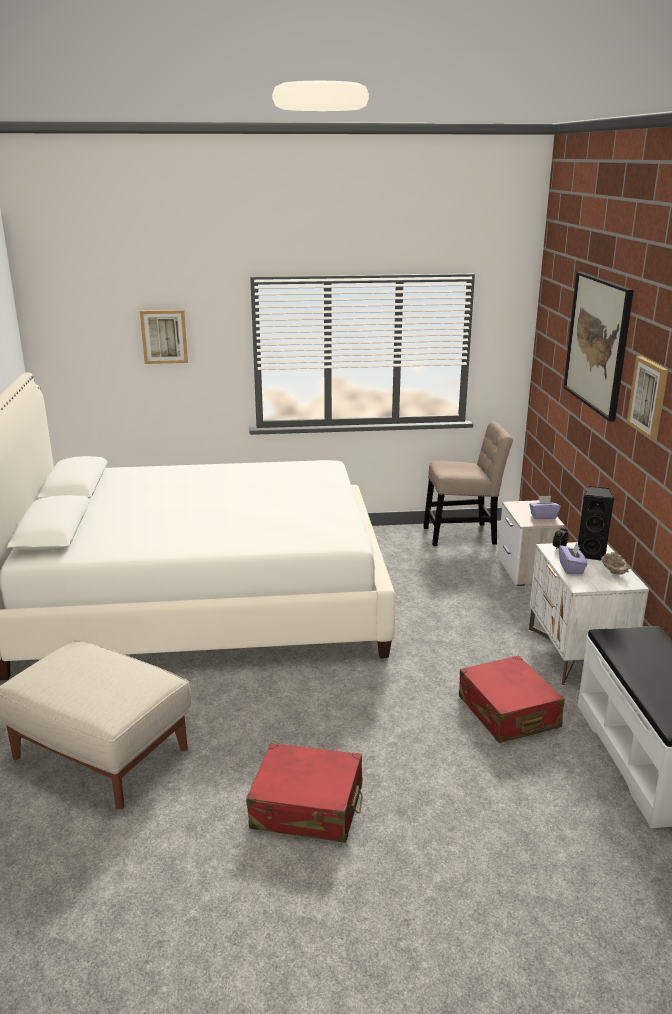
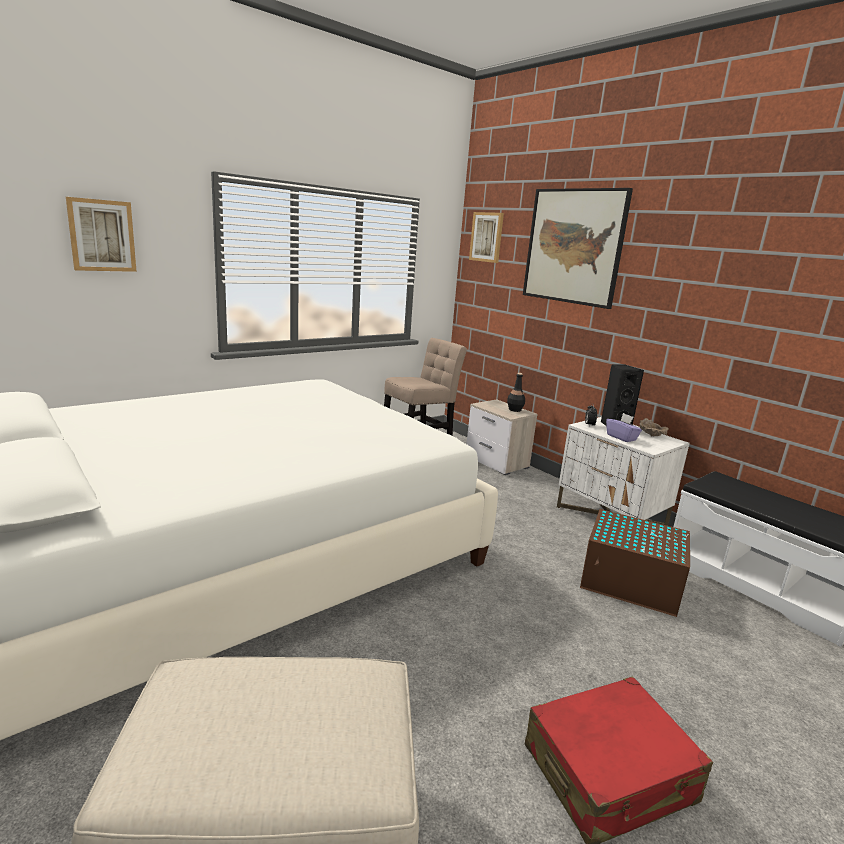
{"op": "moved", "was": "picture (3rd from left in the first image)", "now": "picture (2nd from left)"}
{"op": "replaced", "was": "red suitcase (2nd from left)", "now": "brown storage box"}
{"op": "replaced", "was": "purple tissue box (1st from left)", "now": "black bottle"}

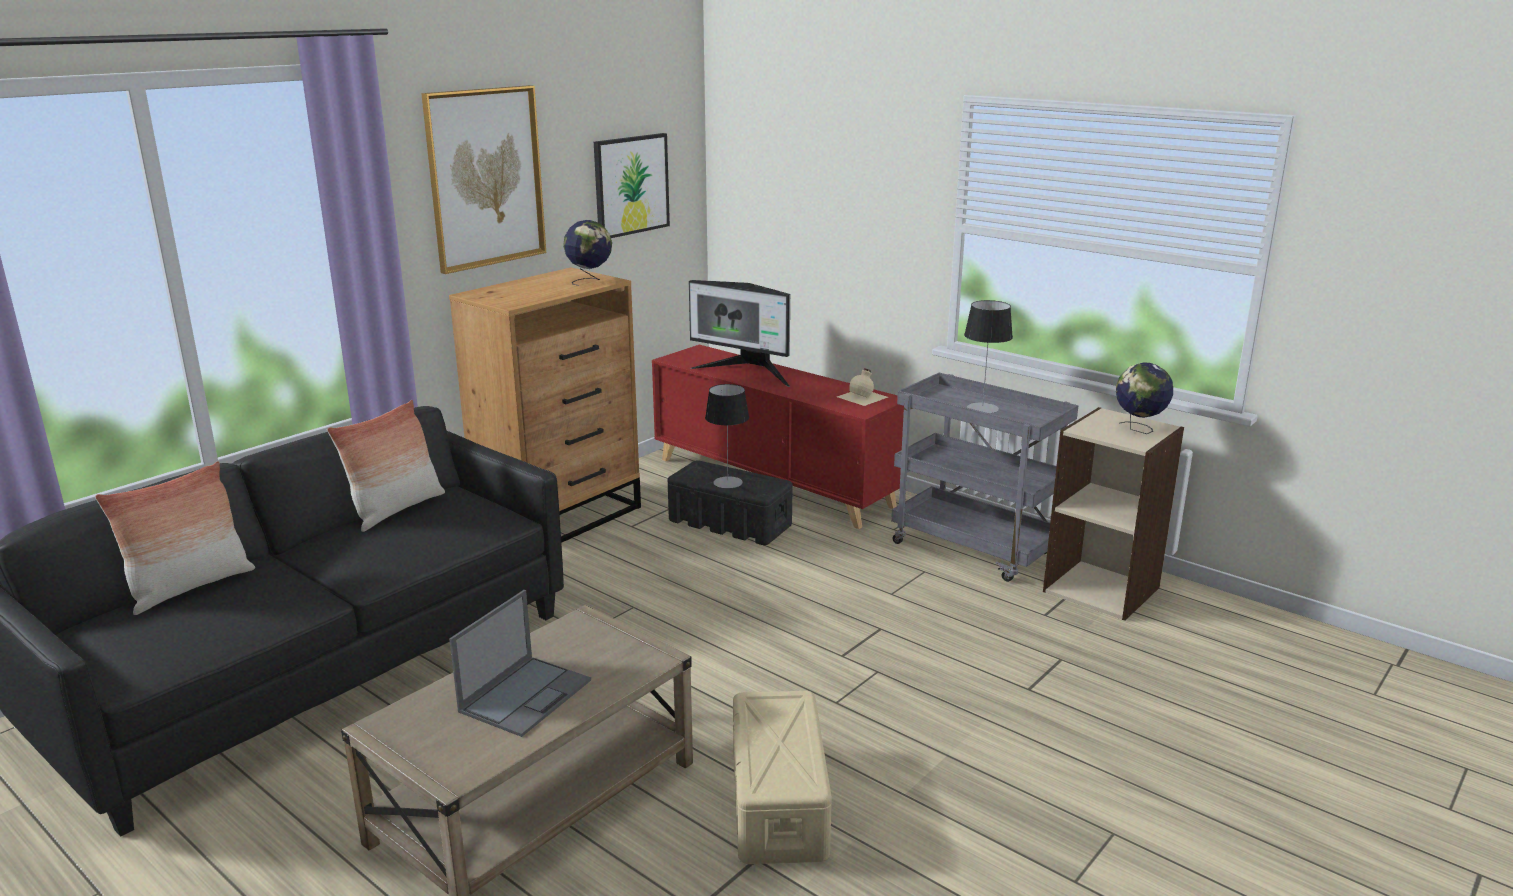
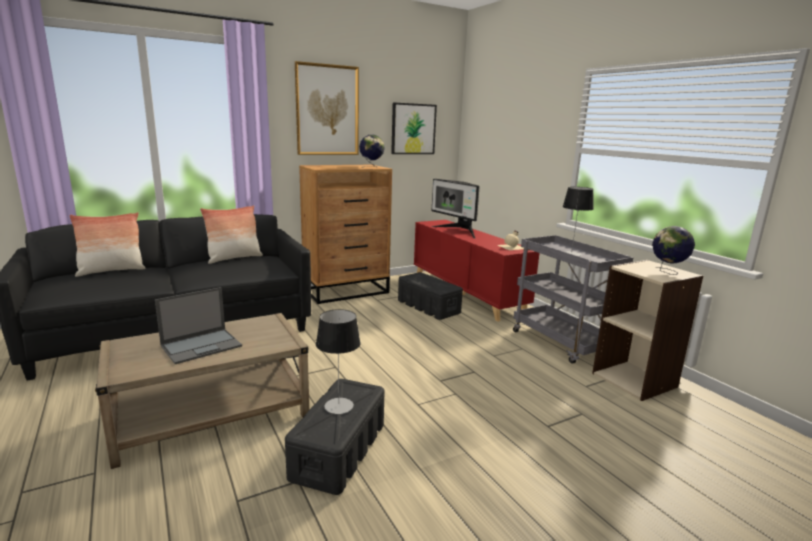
{"op": "moved", "was": "table lamp (1st from left)"}
{"op": "recoloured", "was": "beige storage box", "now": "black storage box (1st from left)"}

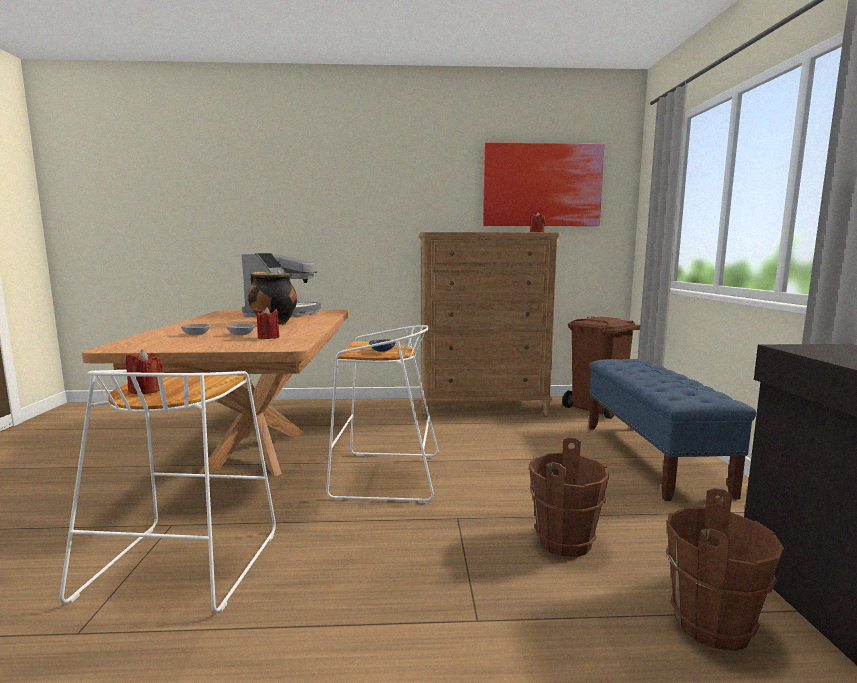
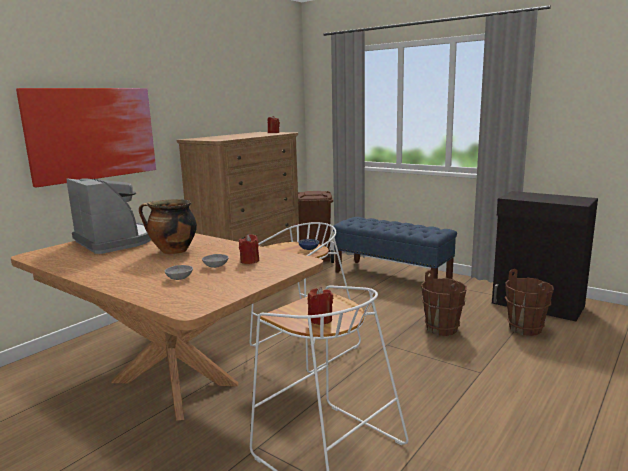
{"op": "moved", "was": "picture"}

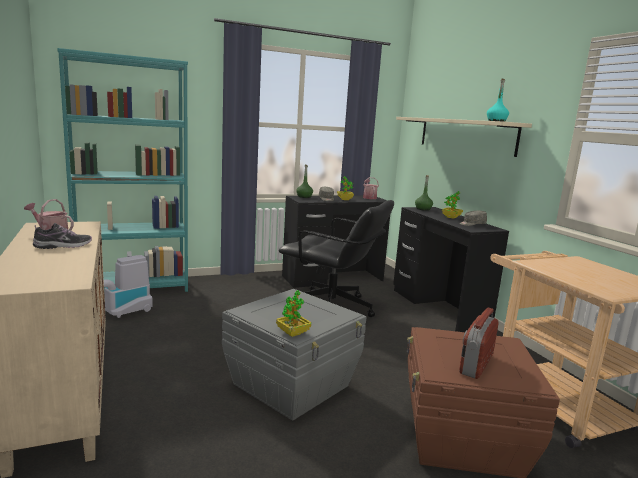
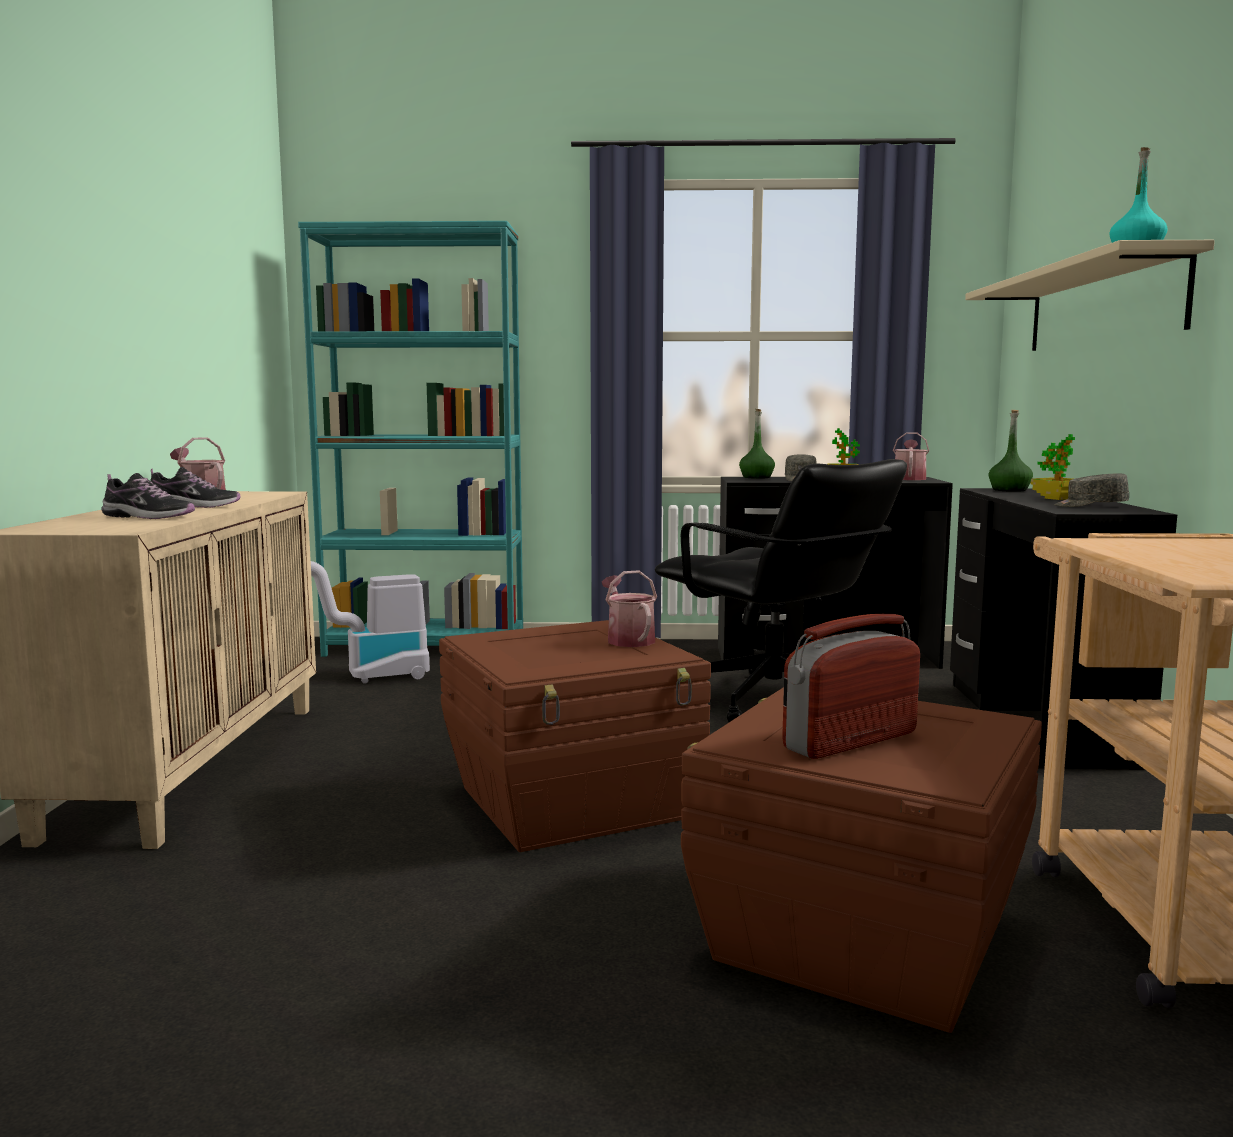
{"op": "removed", "was": "potted plant (1st from left)"}
{"op": "added", "now": "shoe (1st from left)"}
{"op": "added", "now": "watering can (2nd from left)"}
{"op": "recoloured", "was": "grey storage box", "now": "brown storage box (1st from left)"}

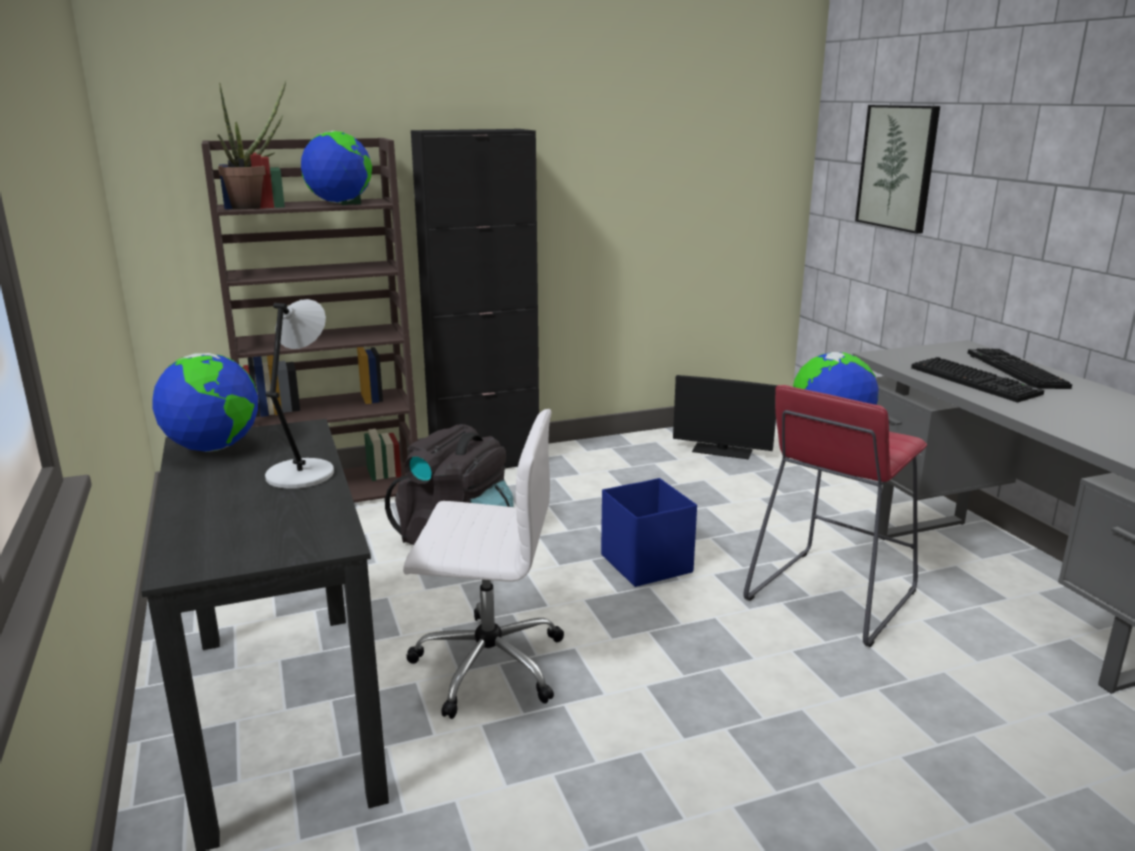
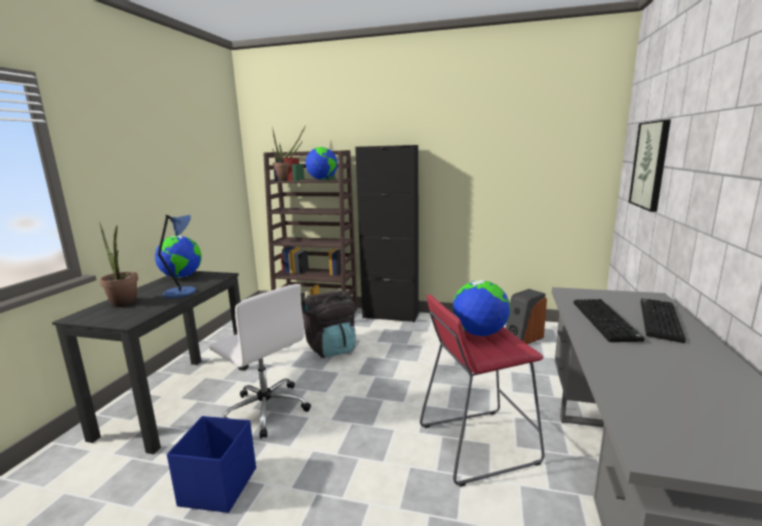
{"op": "added", "now": "potted plant (1st from left)"}
{"op": "moved", "was": "blue storage box"}
{"op": "replaced", "was": "monitor", "now": "speaker"}
{"op": "recoloured", "was": "grey table lamp", "now": "blue table lamp"}

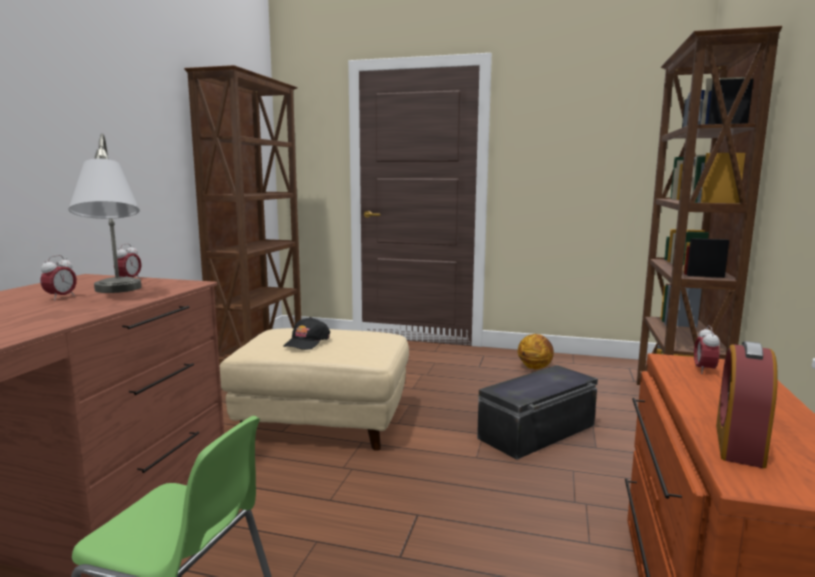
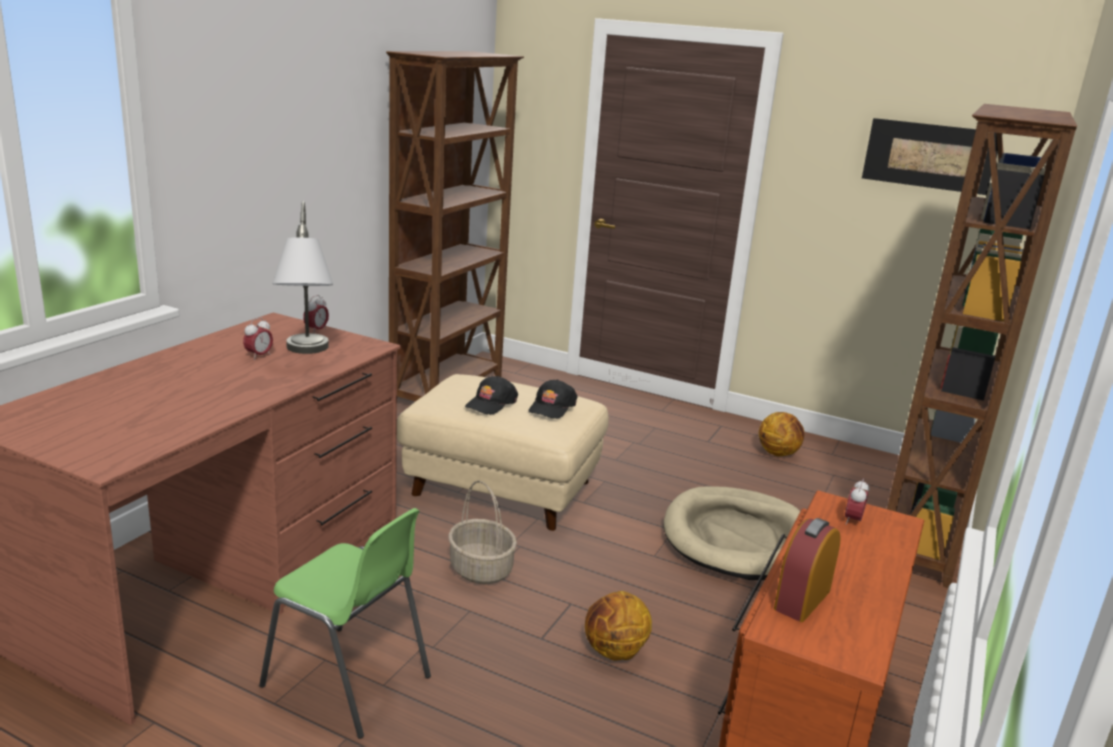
{"op": "added", "now": "basket"}
{"op": "added", "now": "black cap (2nd from left)"}
{"op": "added", "now": "basketball (1st from left)"}
{"op": "added", "now": "picture"}
{"op": "replaced", "was": "black storage box", "now": "beige dog bed"}

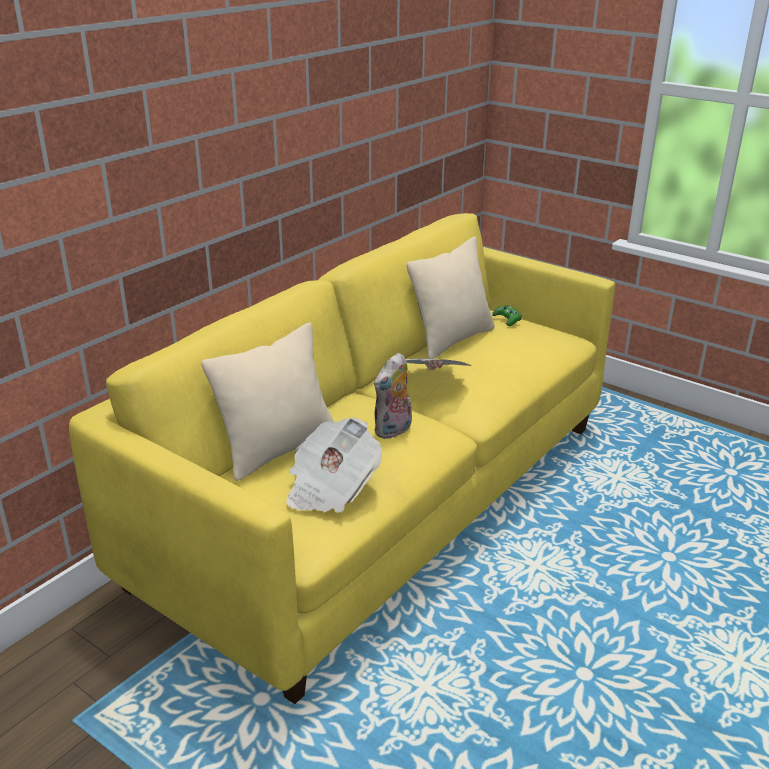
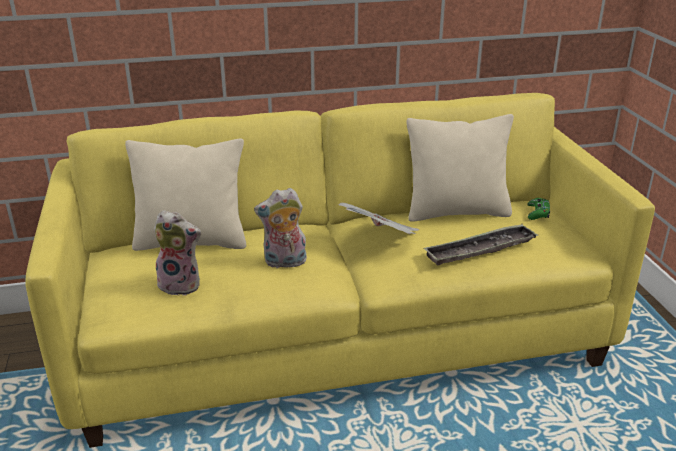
{"op": "added", "now": "tray"}
{"op": "replaced", "was": "newspaper (1st from left)", "now": "plush toy (1st from left)"}

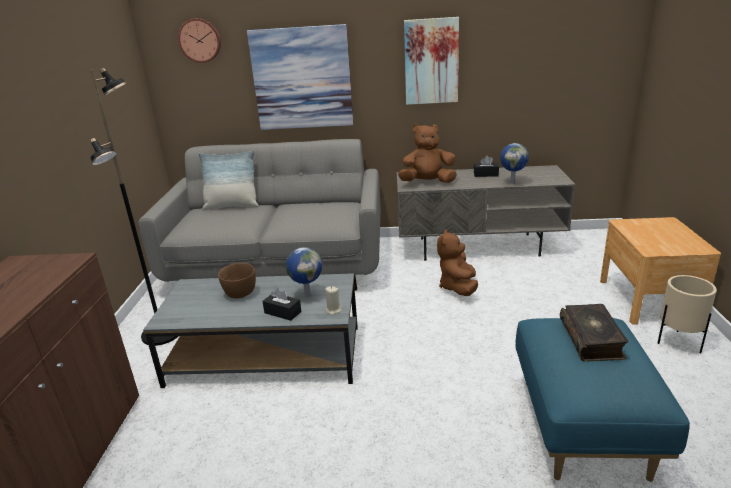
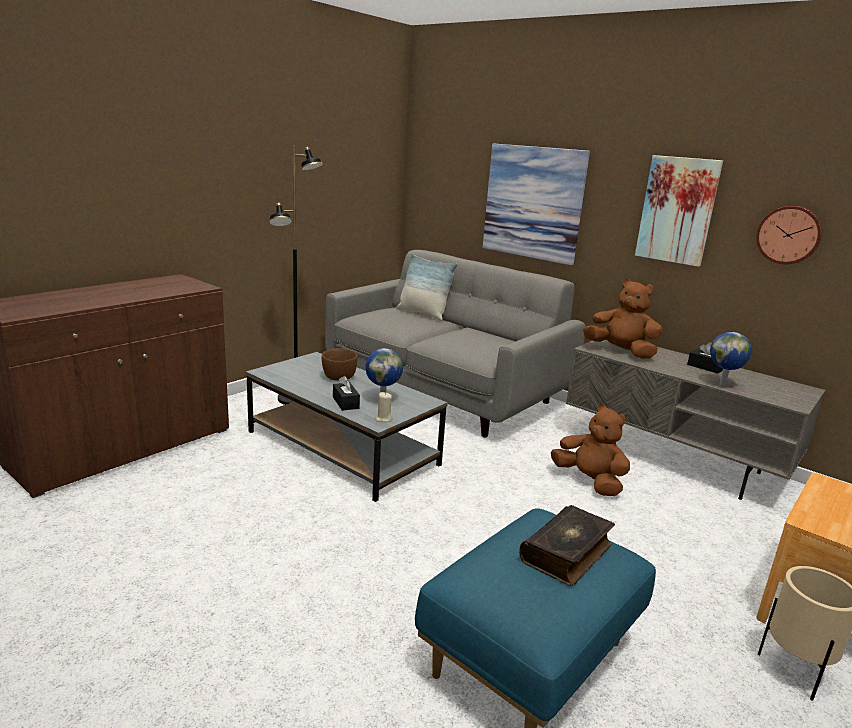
{"op": "moved", "was": "wall clock"}
{"op": "turned", "was": "brown plush toy (2nd from left in the first image)", "clockwise": 90}

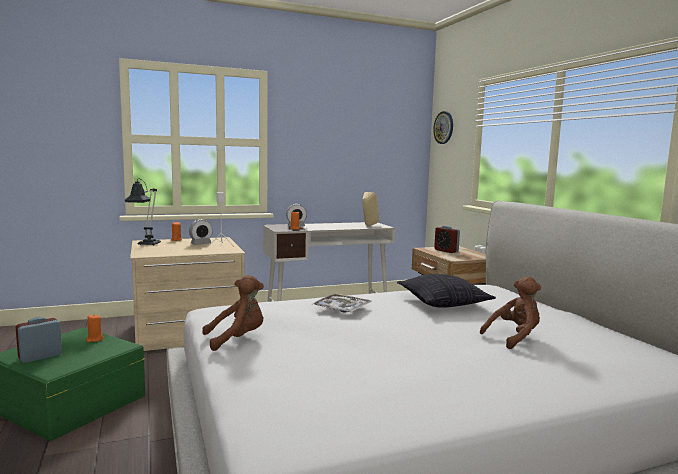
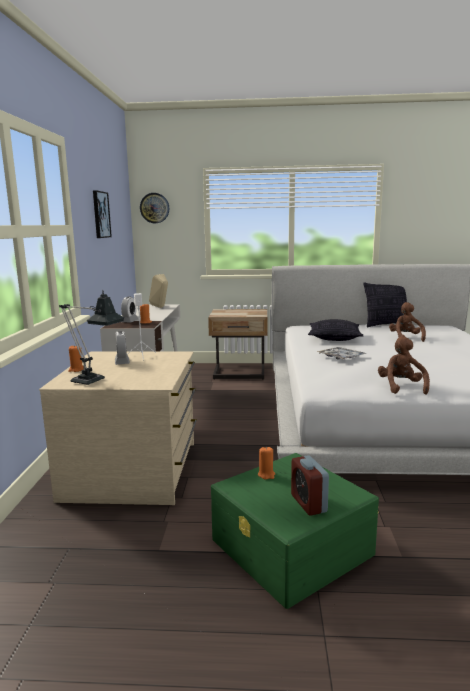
{"op": "removed", "was": "alarm clock (4th from left)"}
{"op": "added", "now": "picture"}
{"op": "added", "now": "pillow (2nd from left)"}

